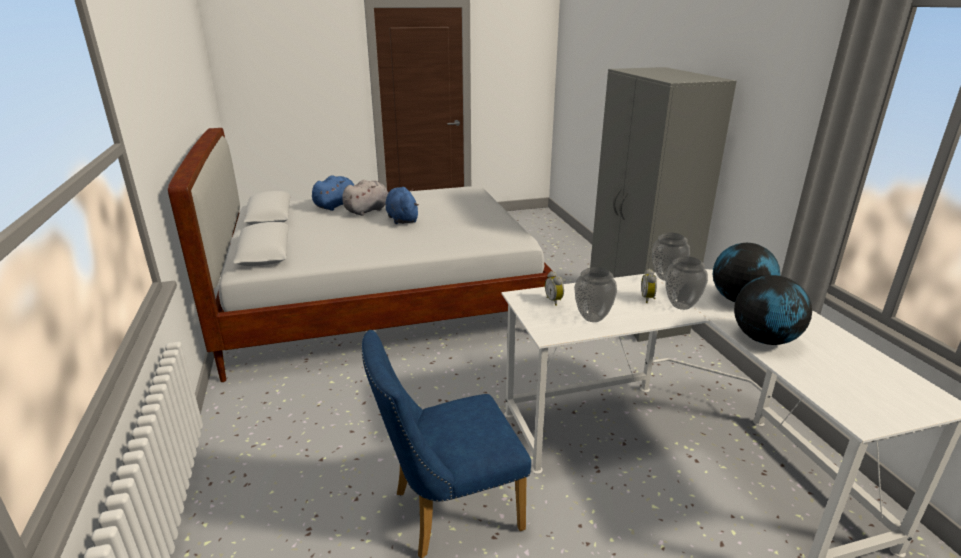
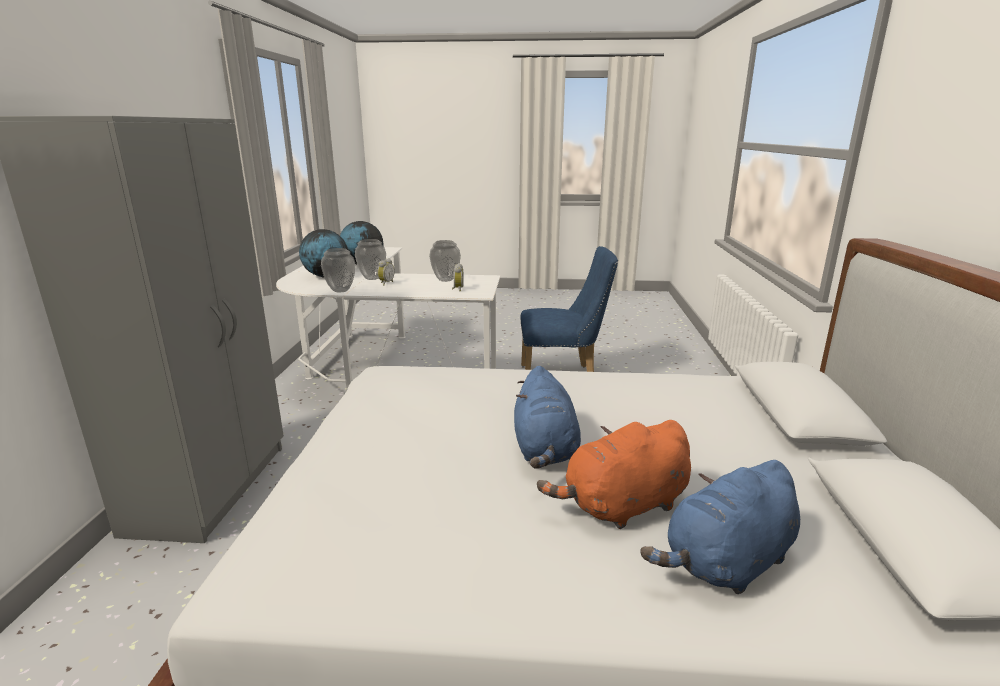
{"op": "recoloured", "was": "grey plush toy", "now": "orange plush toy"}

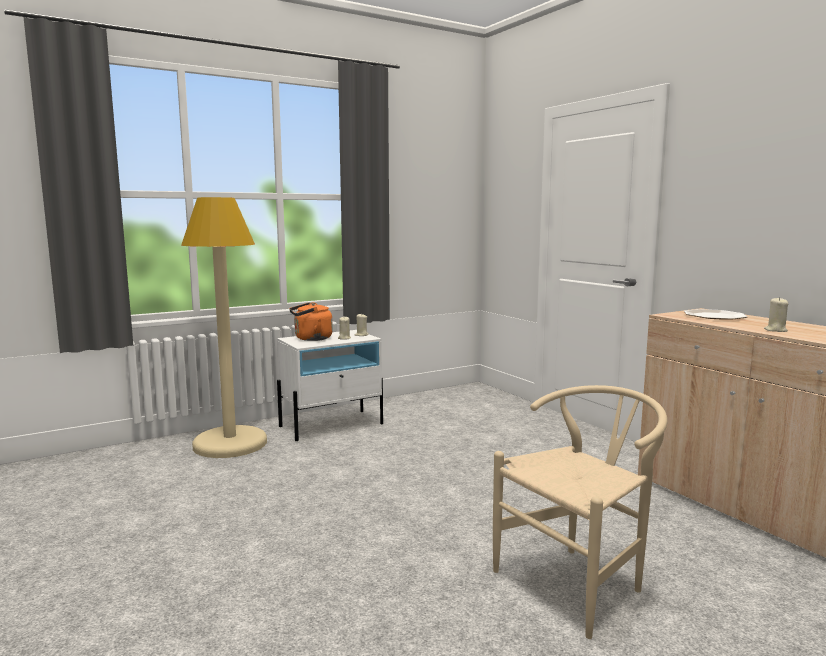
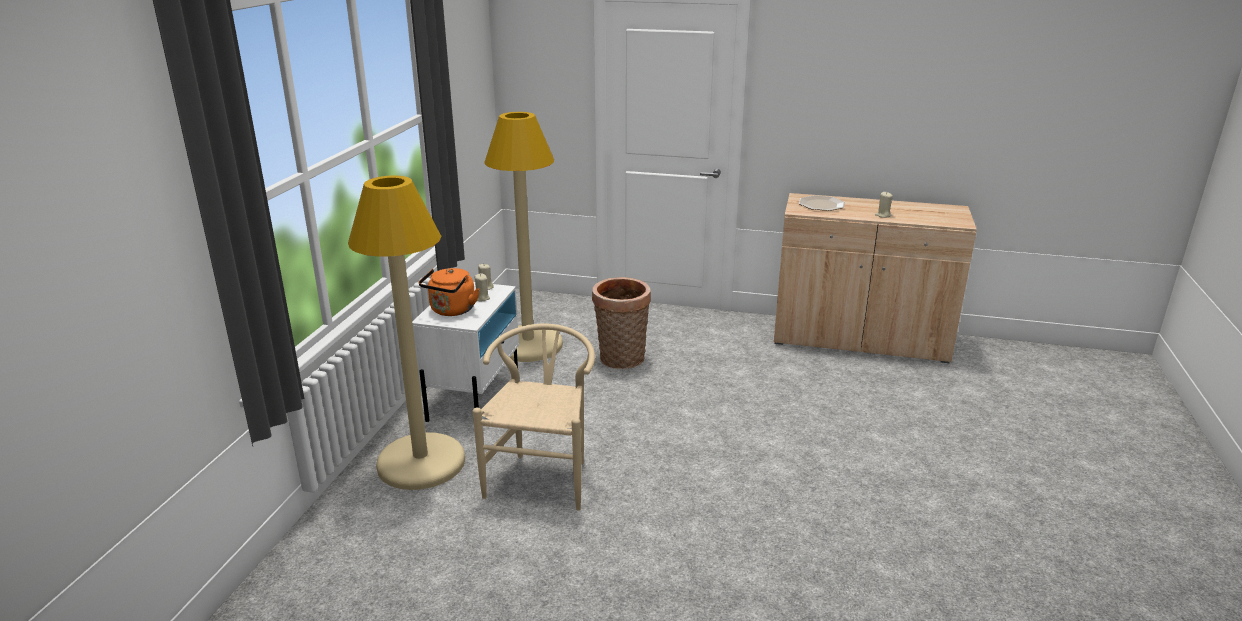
{"op": "added", "now": "beige floor lamp (2nd from left)"}
{"op": "added", "now": "basket"}
{"op": "moved", "was": "beige chair"}

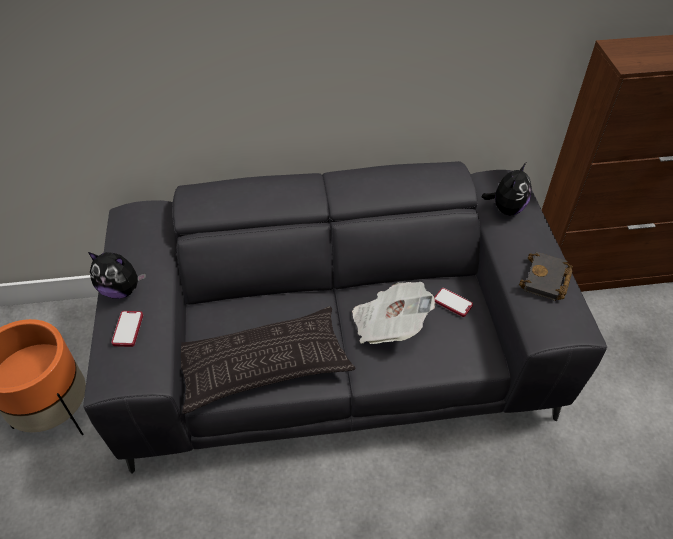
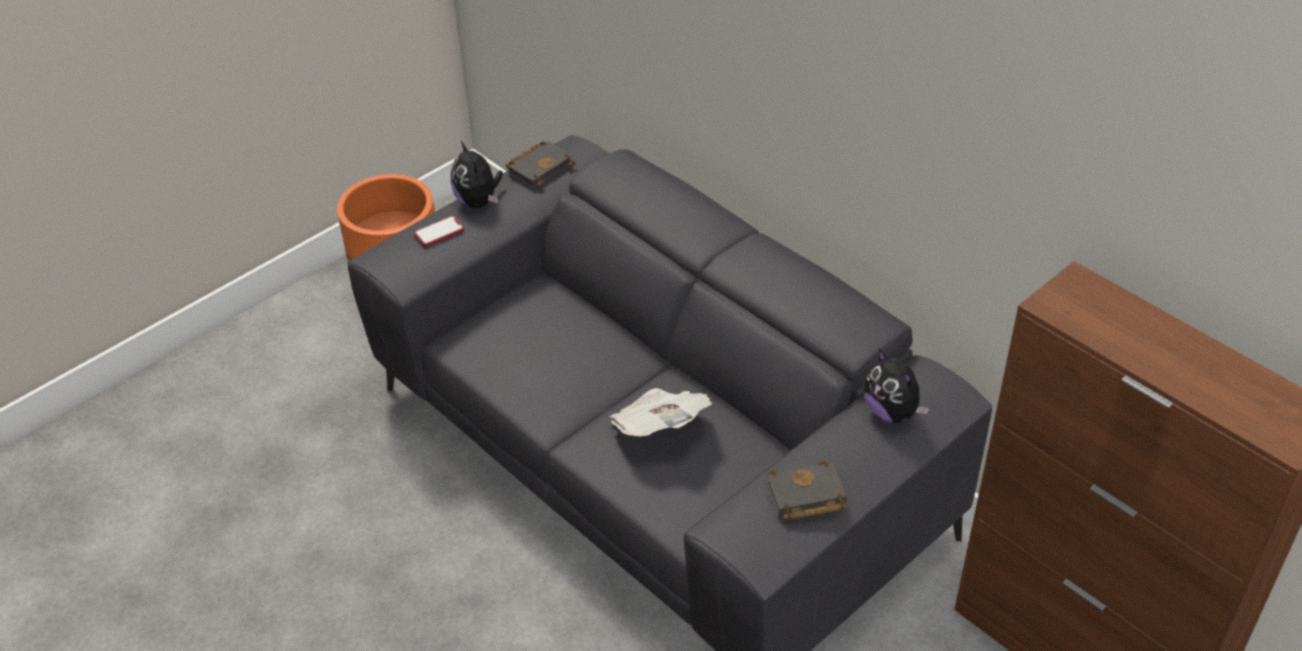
{"op": "removed", "was": "pillow"}
{"op": "removed", "was": "phone (2nd from left)"}
{"op": "added", "now": "black book (1st from left)"}
{"op": "turned", "was": "plush toy (2nd from left)", "clockwise": 60}

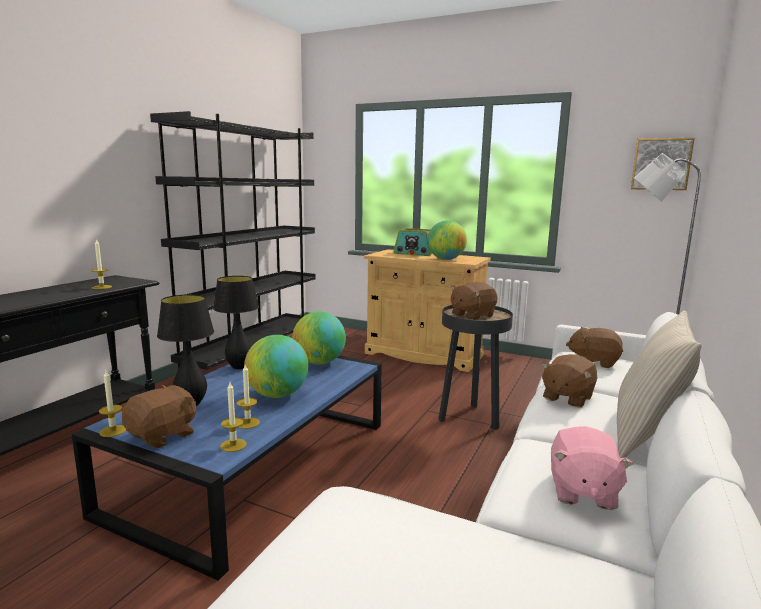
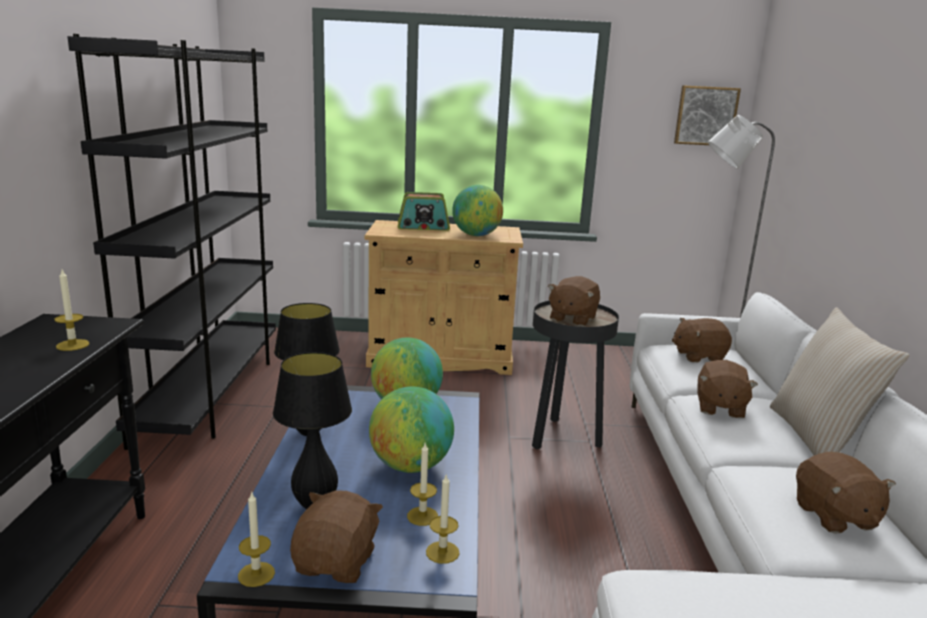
{"op": "recoloured", "was": "pink plush toy", "now": "brown plush toy (5th from left)"}

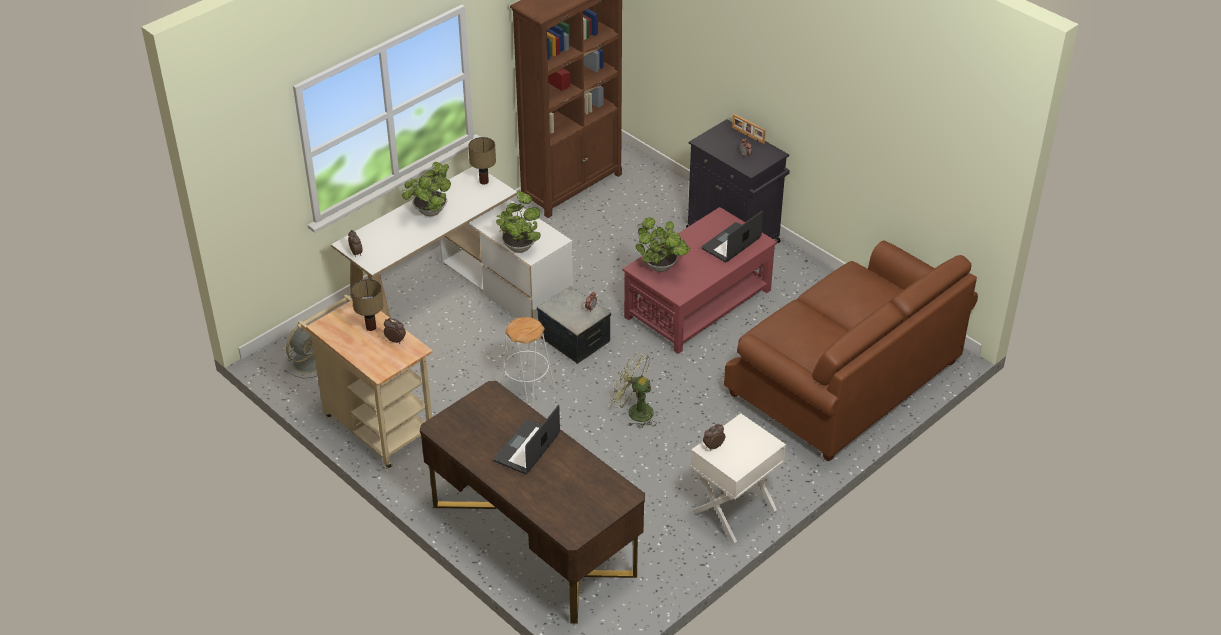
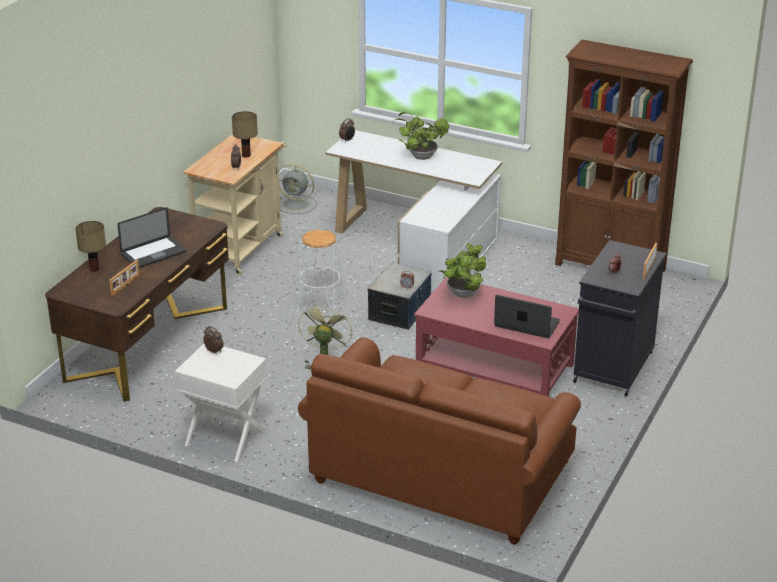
{"op": "removed", "was": "potted plant (2nd from left)"}
{"op": "added", "now": "picture frame (1st from left)"}
{"op": "moved", "was": "table lamp (2nd from left in the first image)", "now": "table lamp (1st from left)"}
{"op": "turned", "was": "laptop (1st from left)", "clockwise": 135}

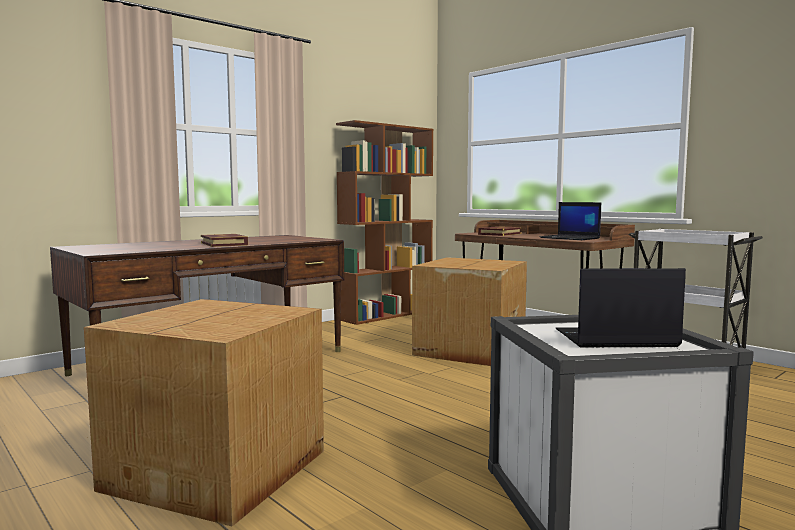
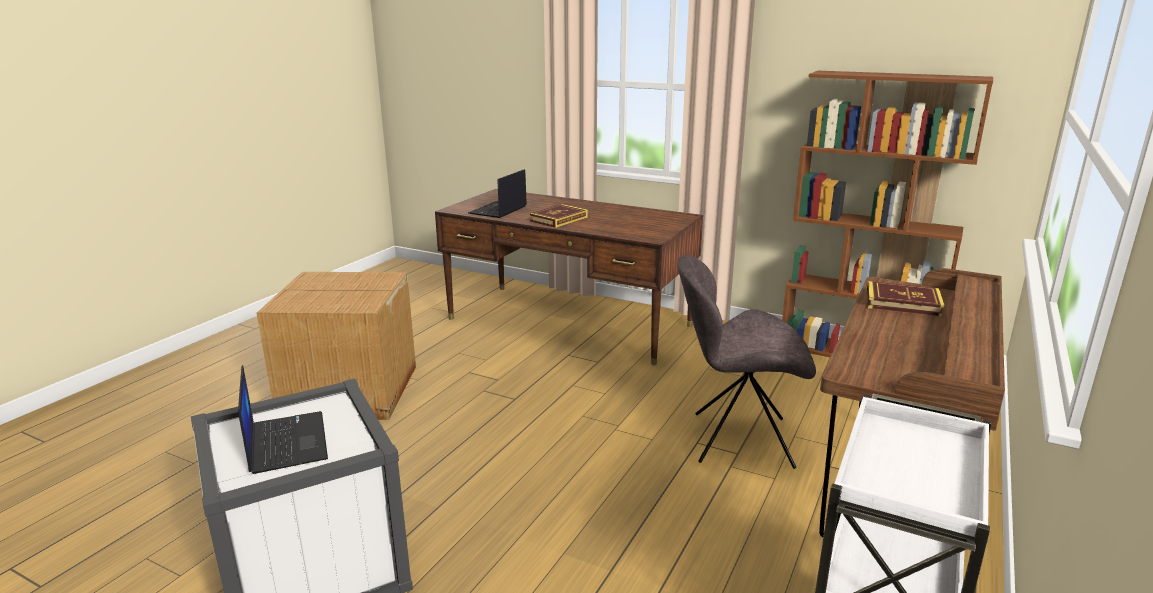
{"op": "moved", "was": "laptop (1st from left in the first image)", "now": "laptop (2nd from left)"}
{"op": "replaced", "was": "cardboard box (2nd from left)", "now": "grey chair"}

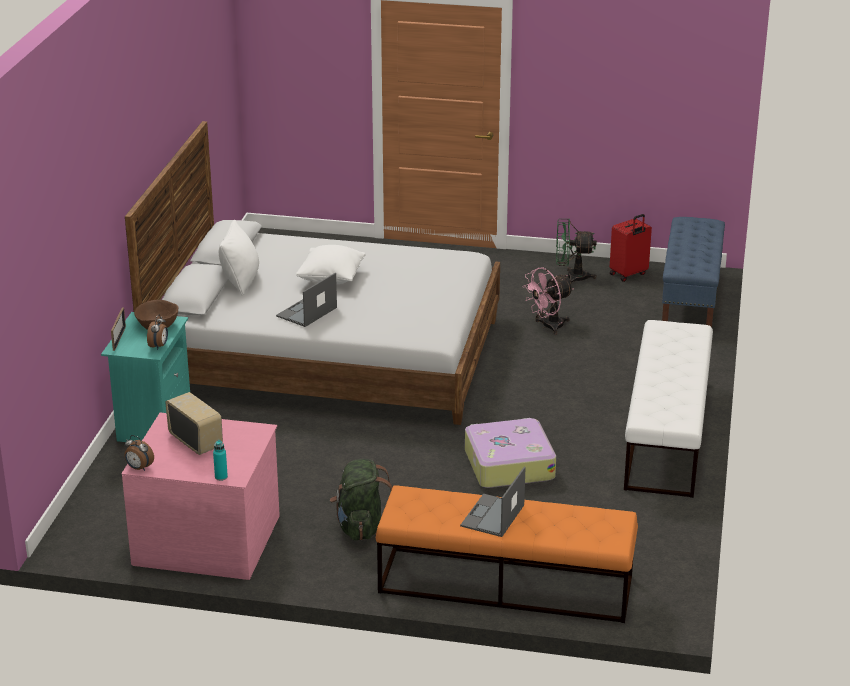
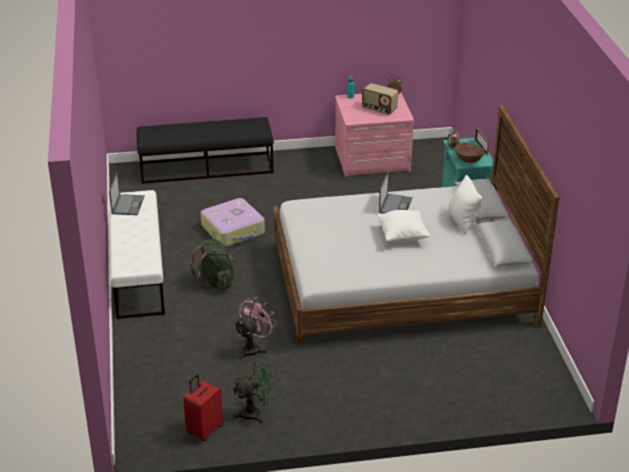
{"op": "removed", "was": "blue bench"}
{"op": "moved", "was": "green backpack"}
{"op": "moved", "was": "laptop (2nd from left in the first image)", "now": "laptop (1st from left)"}
{"op": "recoloured", "was": "orange bench", "now": "black bench"}

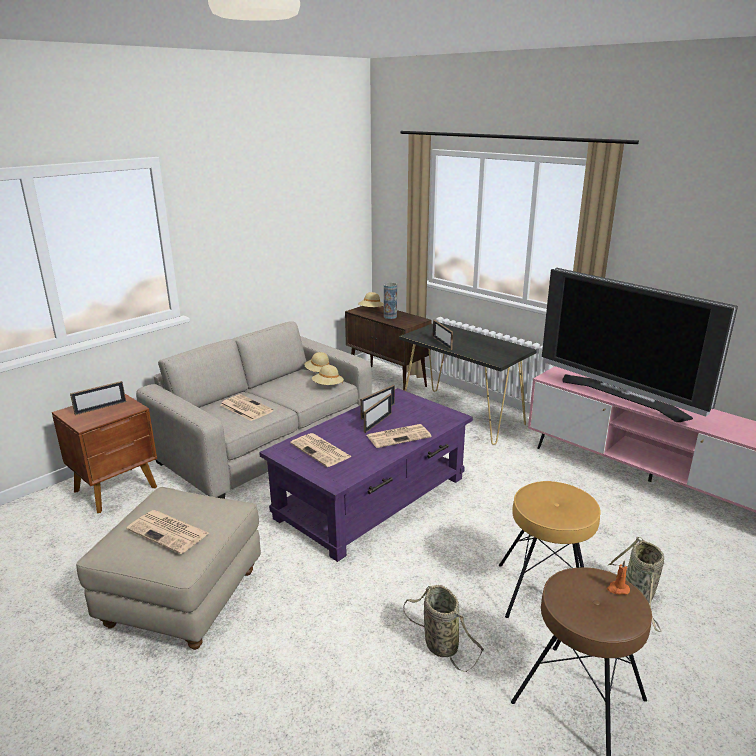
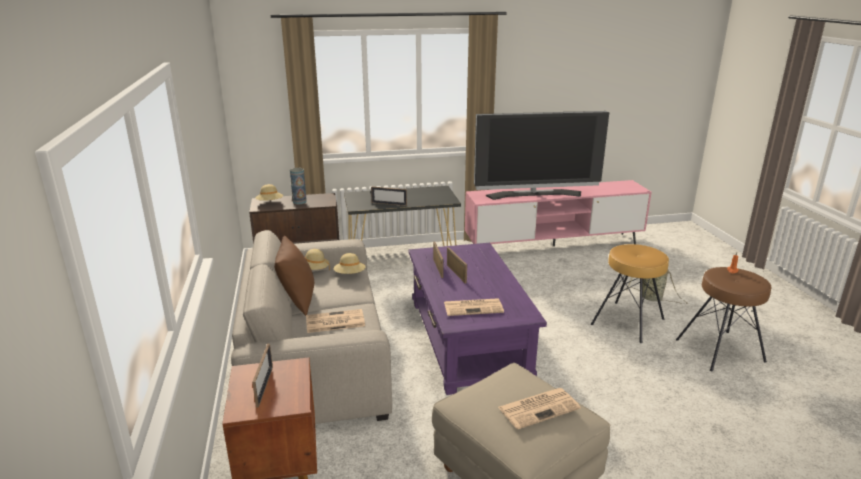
{"op": "removed", "was": "newspaper (4th from left)"}
{"op": "removed", "was": "basket (1st from left)"}
{"op": "added", "now": "brown pillow"}

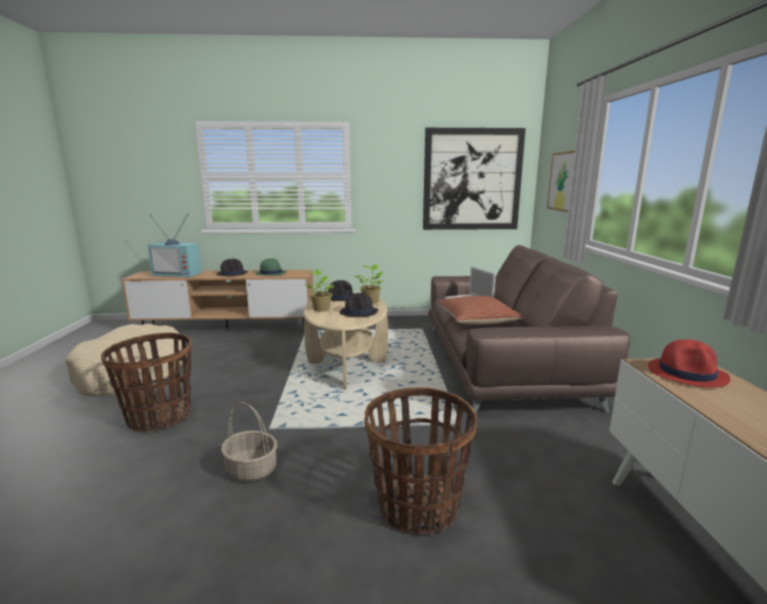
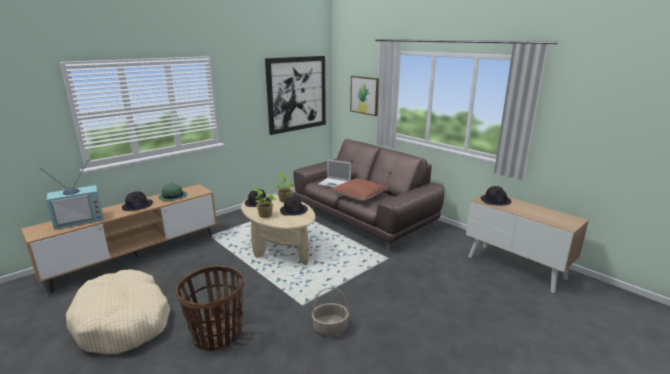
{"op": "removed", "was": "basket (3rd from left)"}
{"op": "recoloured", "was": "red hat", "now": "black hat (4th from left)"}

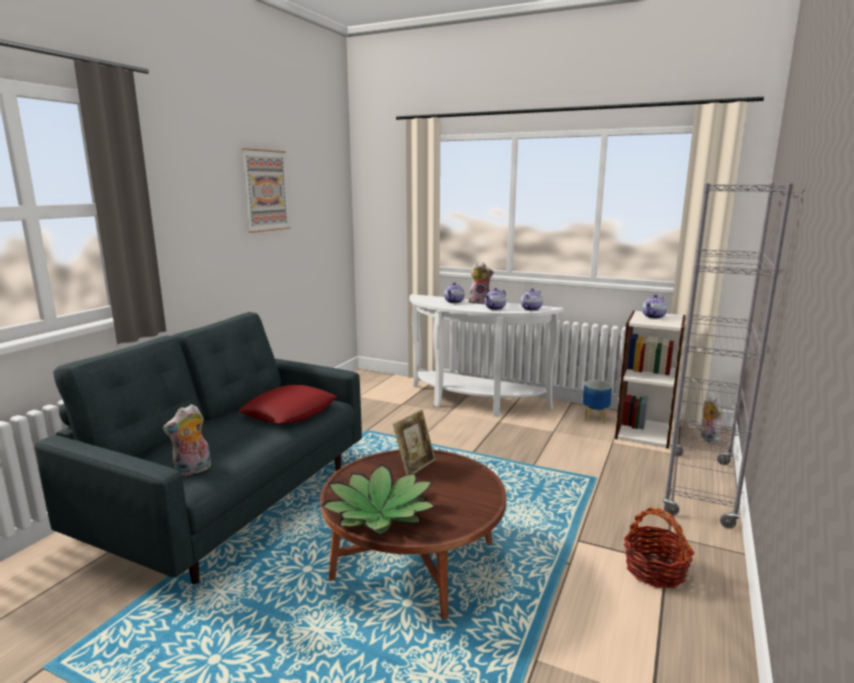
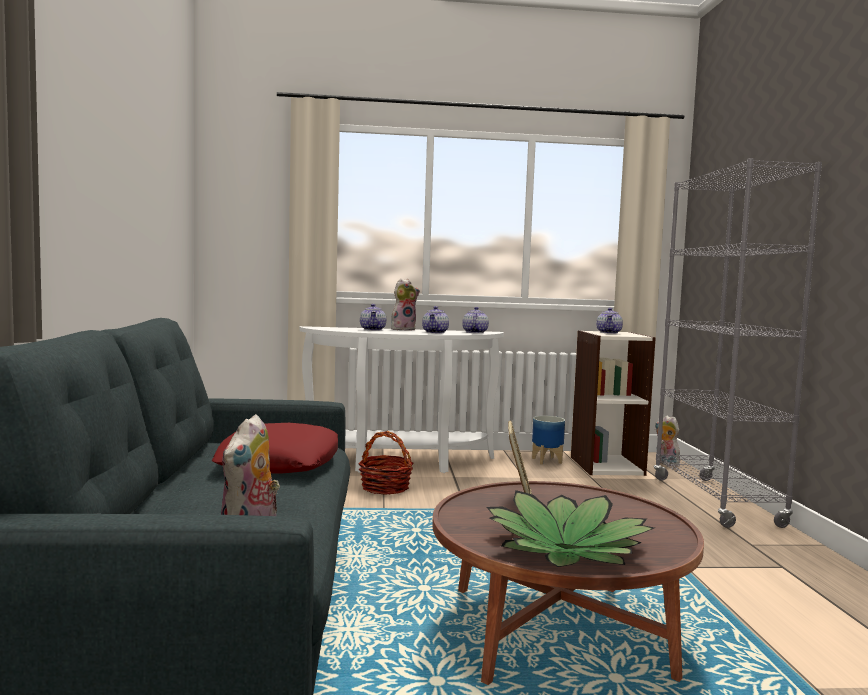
{"op": "removed", "was": "picture"}
{"op": "moved", "was": "basket"}

